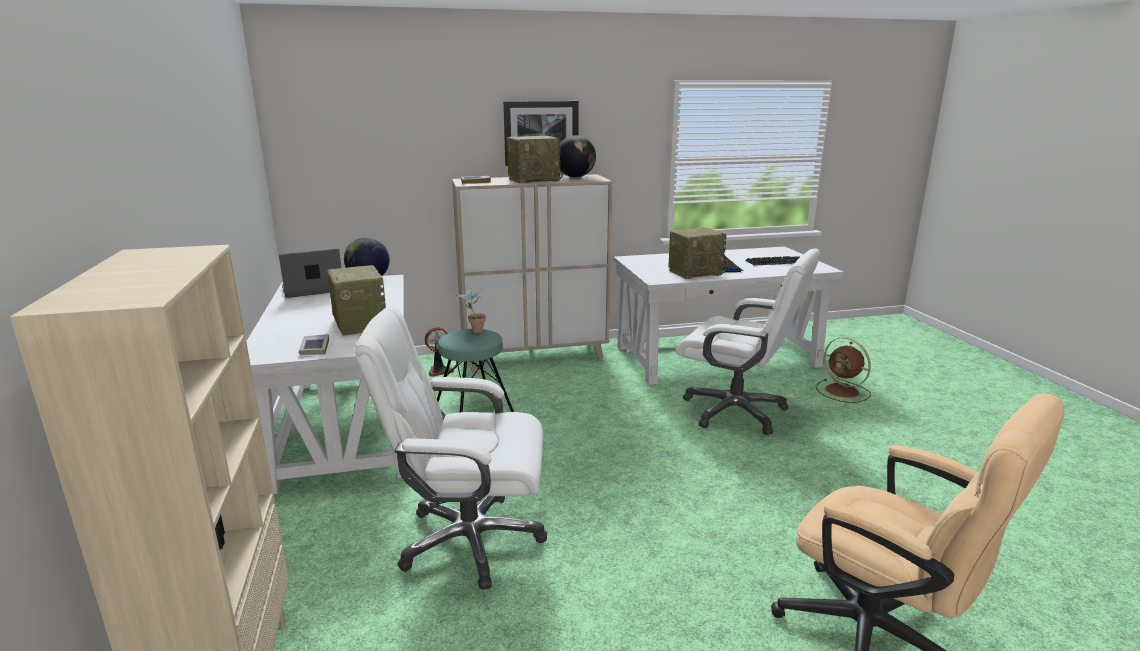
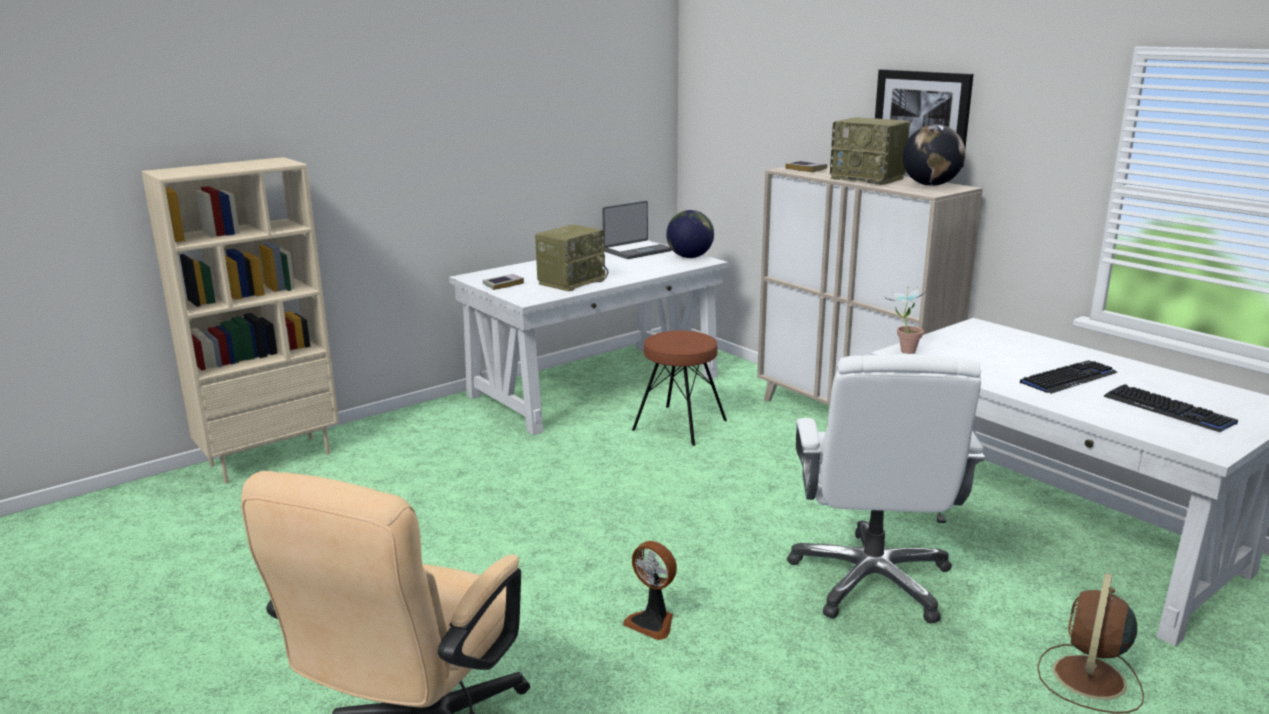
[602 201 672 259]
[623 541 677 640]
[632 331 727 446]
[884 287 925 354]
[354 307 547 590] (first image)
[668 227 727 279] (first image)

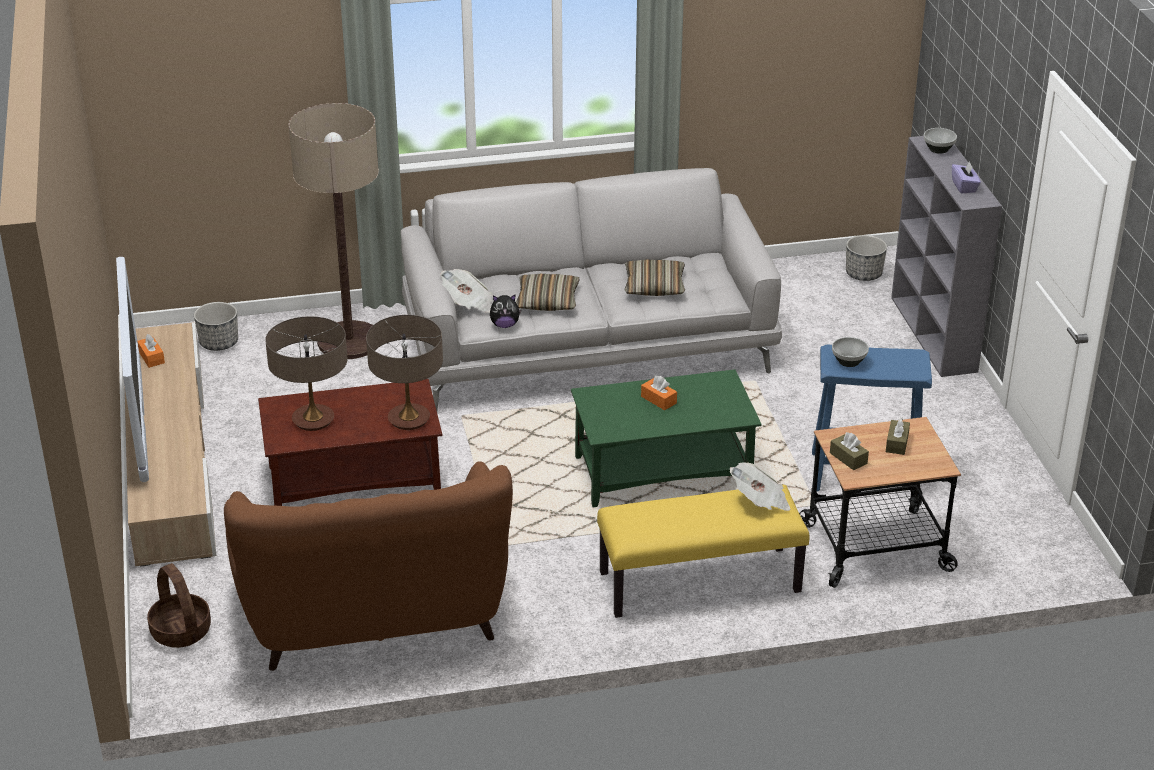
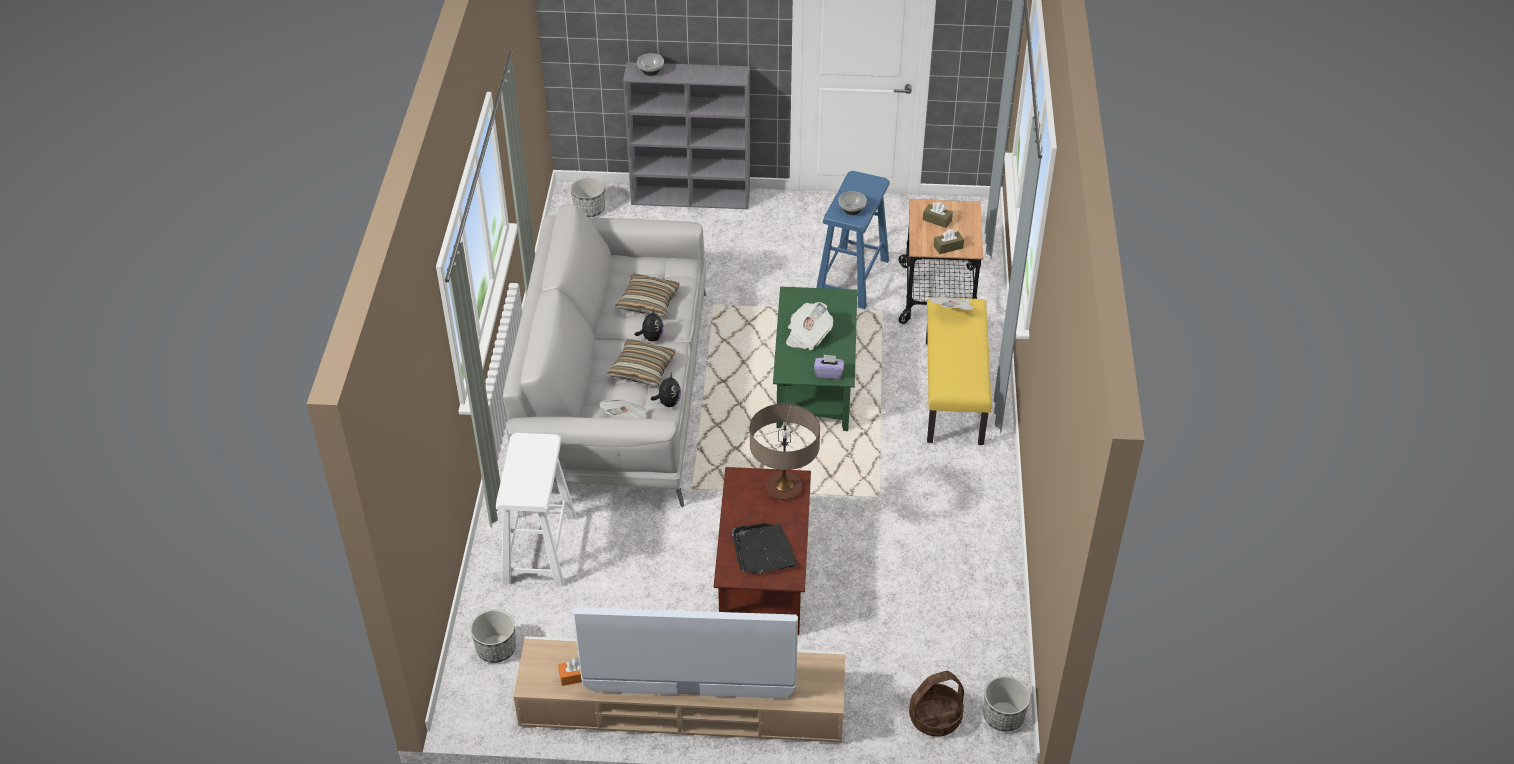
[496 433 576 587]
[635 309 664 342]
[732 524 798 573]
[786 302 833 350]
[814 355 844 379]
[983 676 1030 732]
[224 462 513 671] (first image)

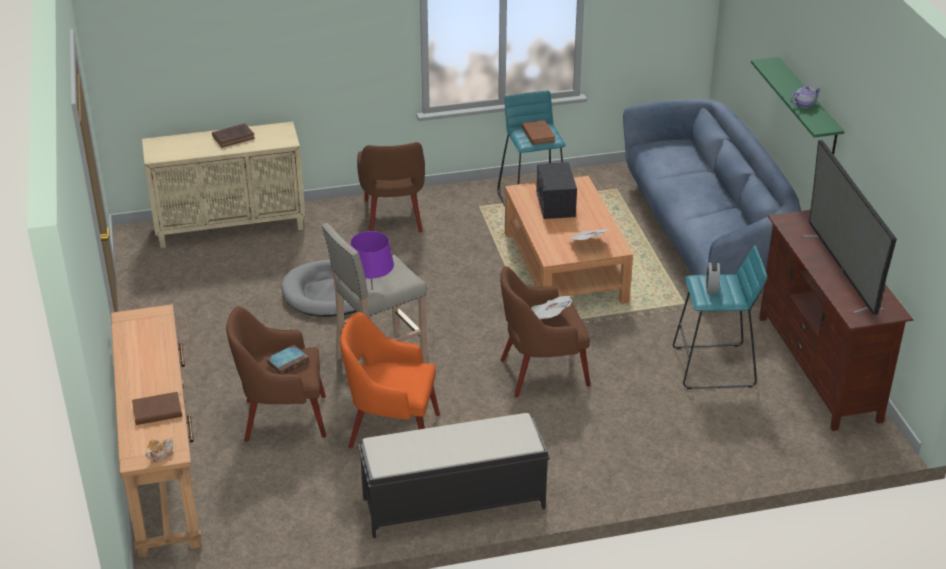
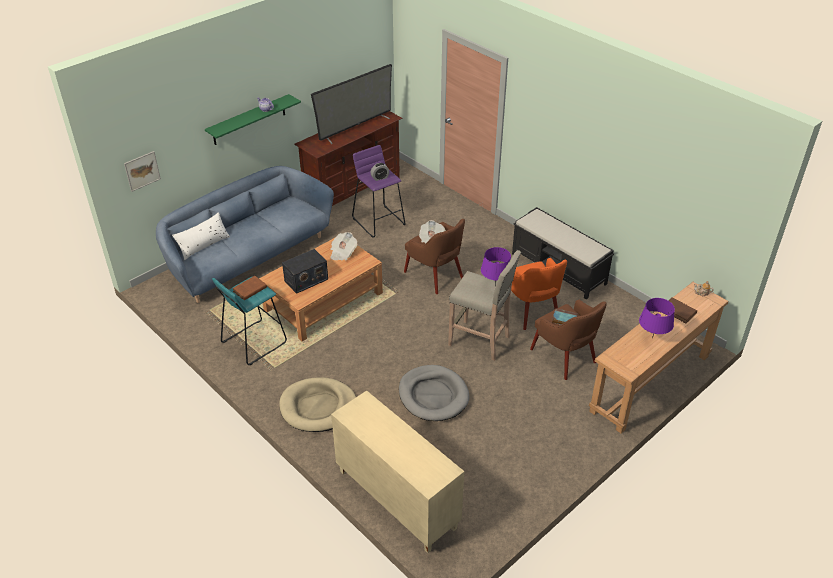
[124 151 161 192]
[172 212 230 260]
[279 377 356 432]
[352 145 406 238]
[639 298 675 339]
[212 123 255 148] (first image)

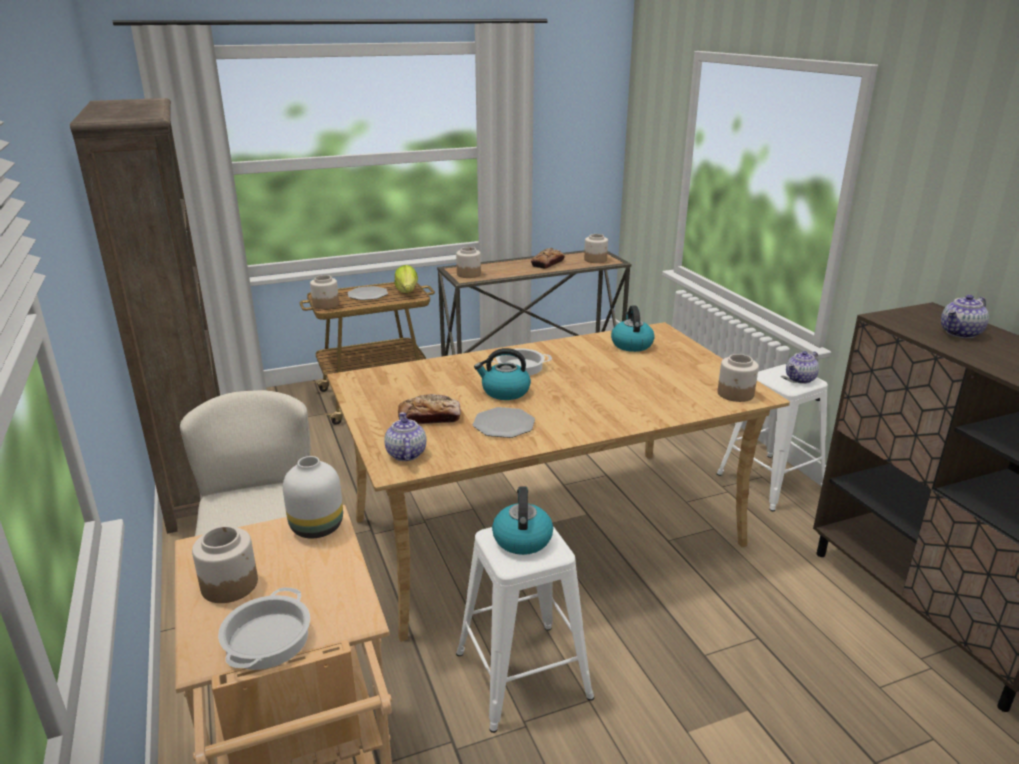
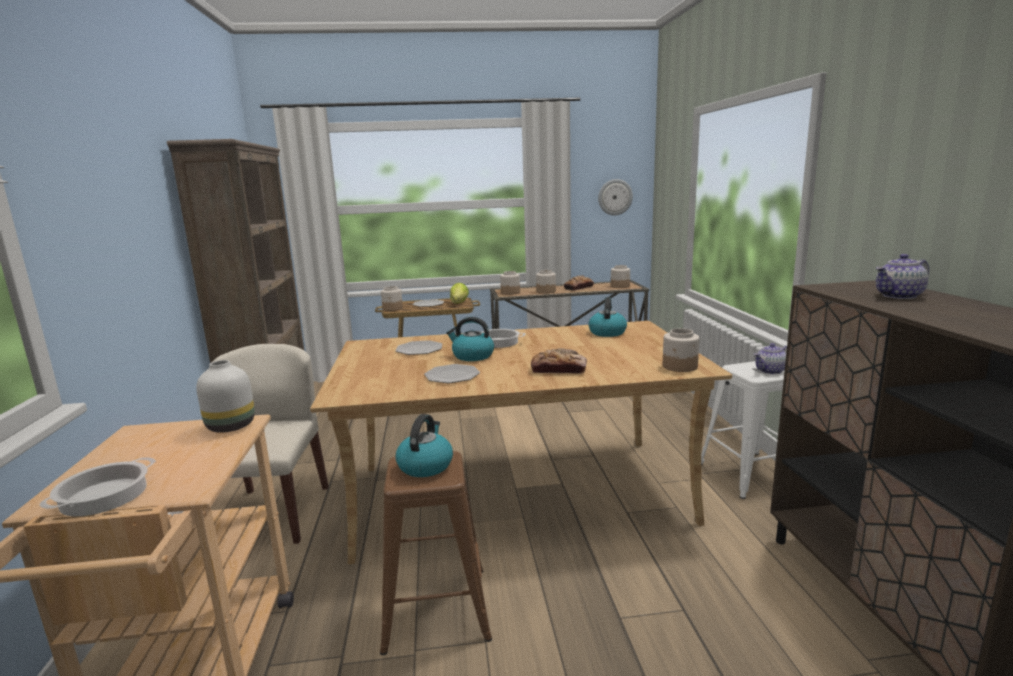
[380 451 492 655]
[396 340 442 355]
[531 348 587 374]
[536 270 556 294]
[598 179 633 216]
[384 412 426 461] (first image)

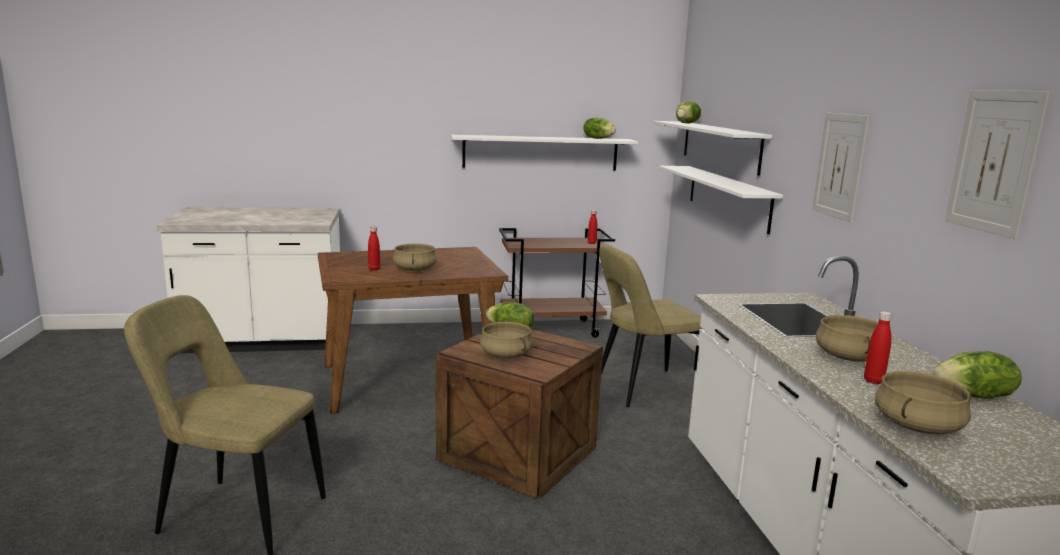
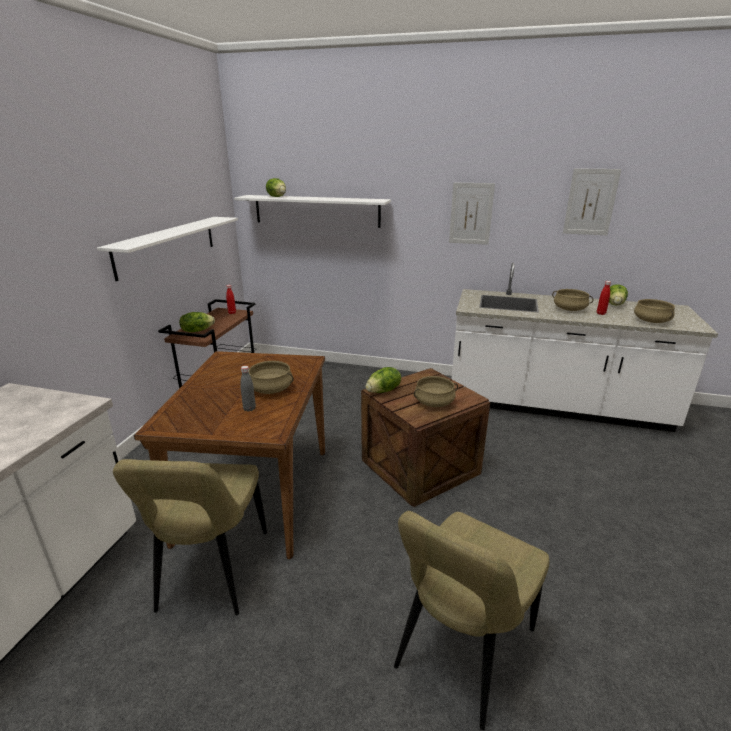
[113 459 267 615]
[179 312 215 332]
[240 366 256 412]
[659 166 783 234] (first image)

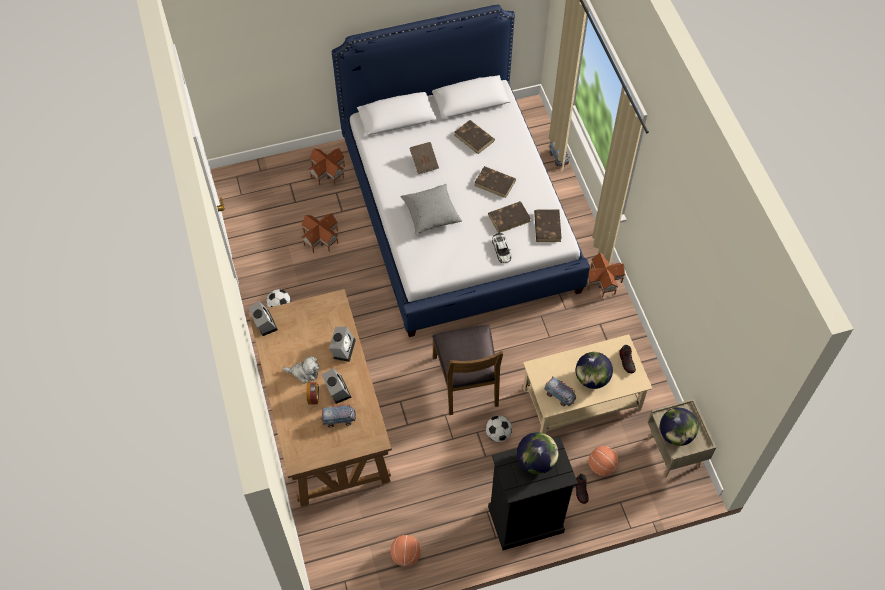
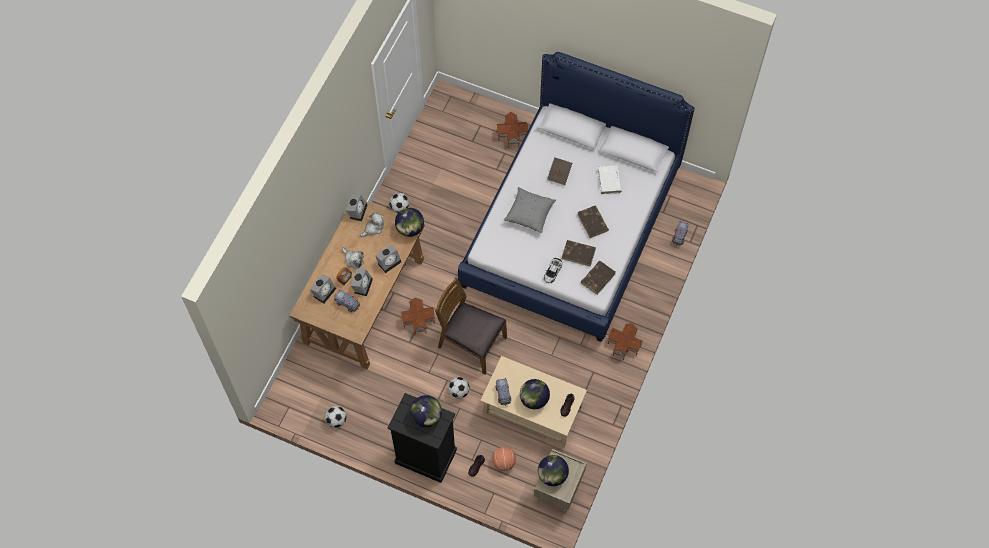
[310 274 336 303]
[325 406 346 428]
[360 212 384 237]
[395 208 424 237]
[401 297 435 335]
[435 277 507 375]
[598 165 622 194]

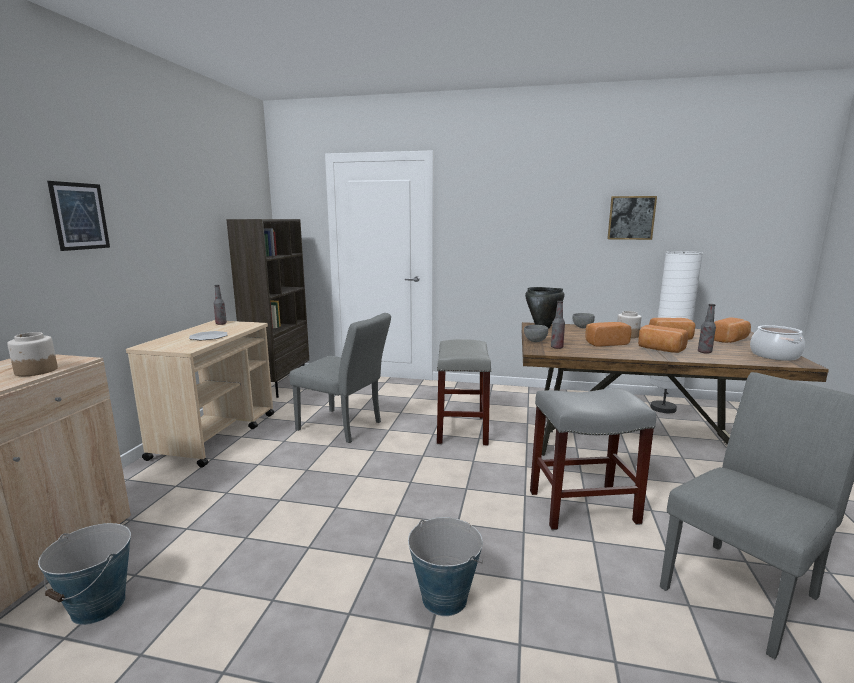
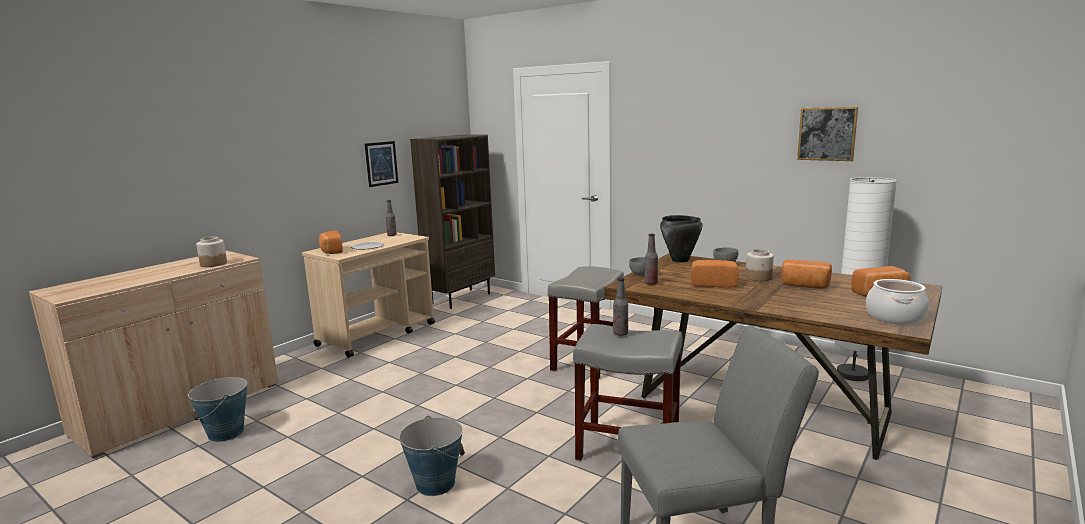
[319 231 343 254]
[365 141 398 187]
[613 277 628 336]
[290 313 391 443] (first image)

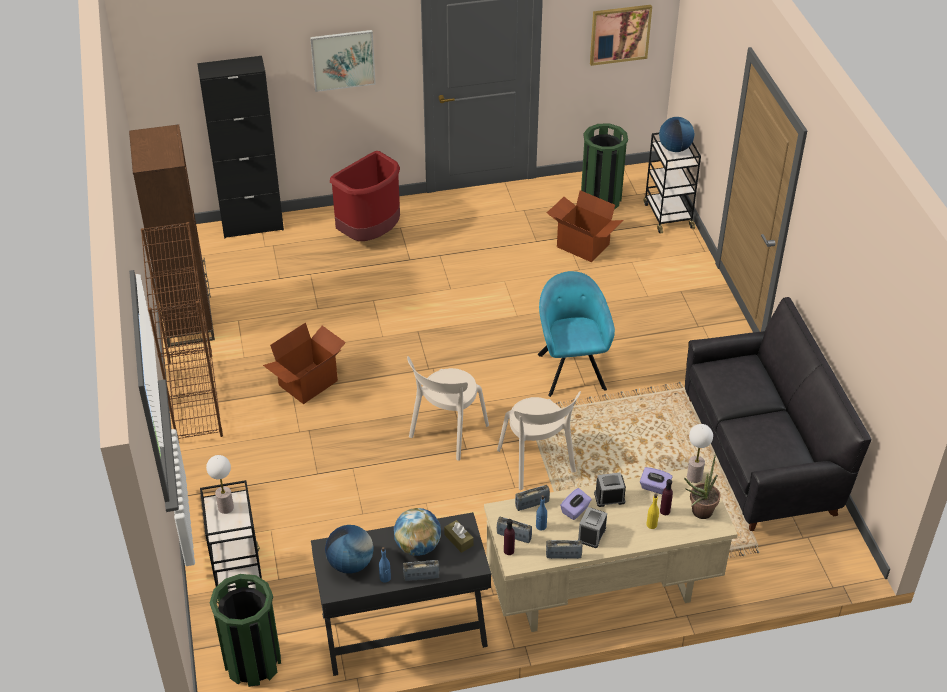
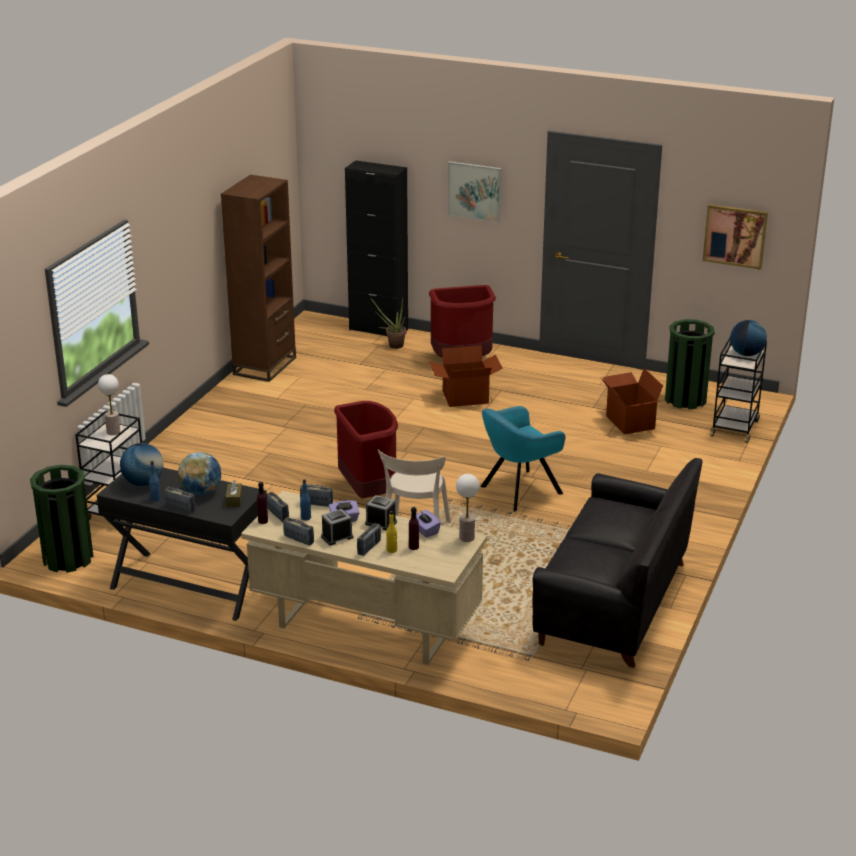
[334 401 398 499]
[357 523 381 556]
[371 297 406 349]
[429 345 502 407]
[480 406 566 512]
[141 222 223 441] (first image)

